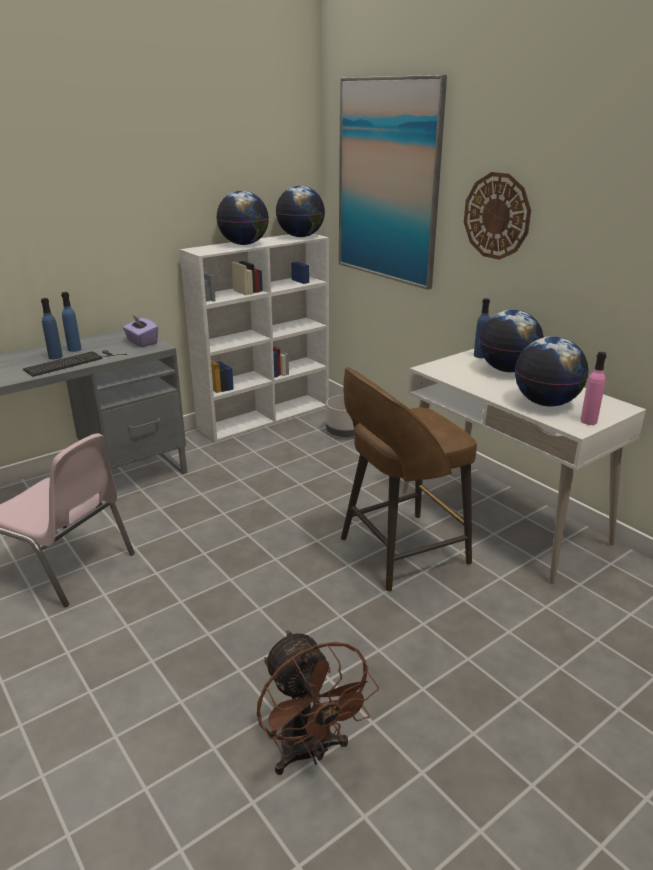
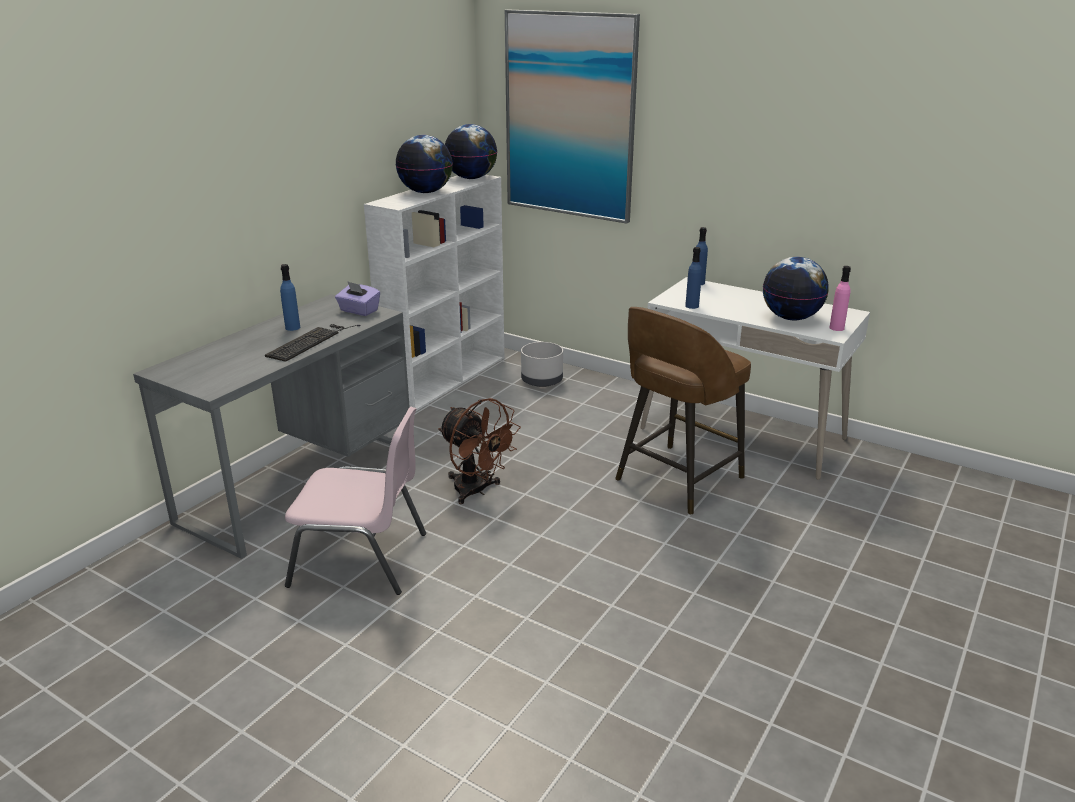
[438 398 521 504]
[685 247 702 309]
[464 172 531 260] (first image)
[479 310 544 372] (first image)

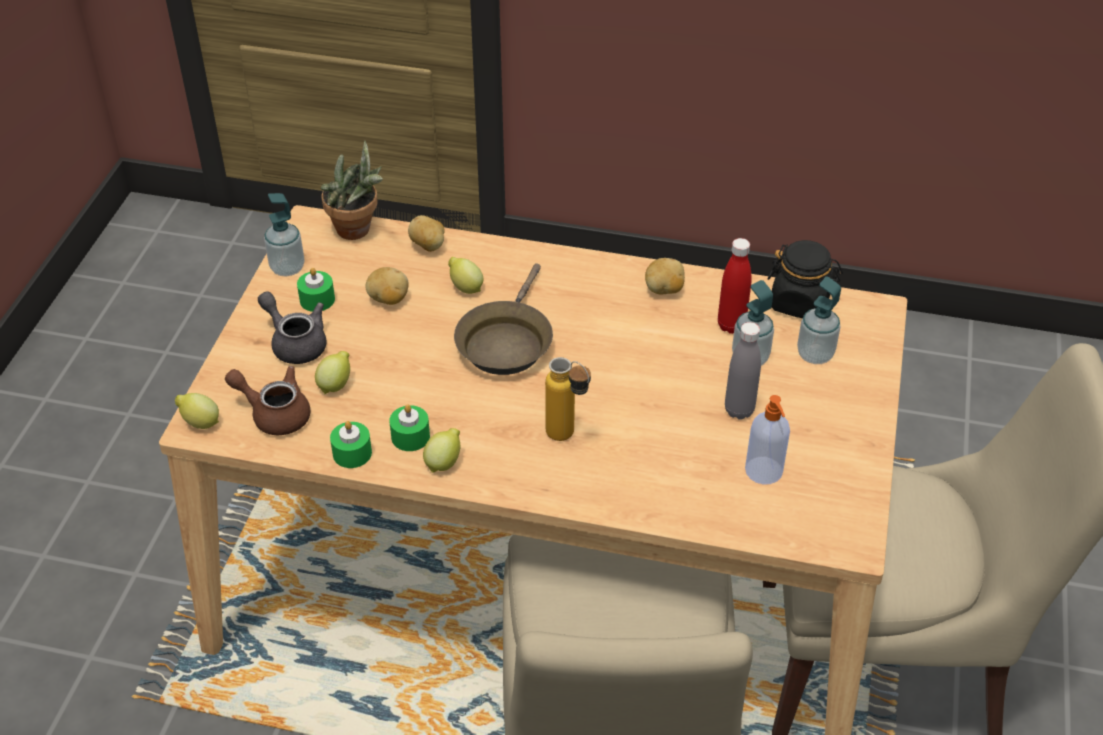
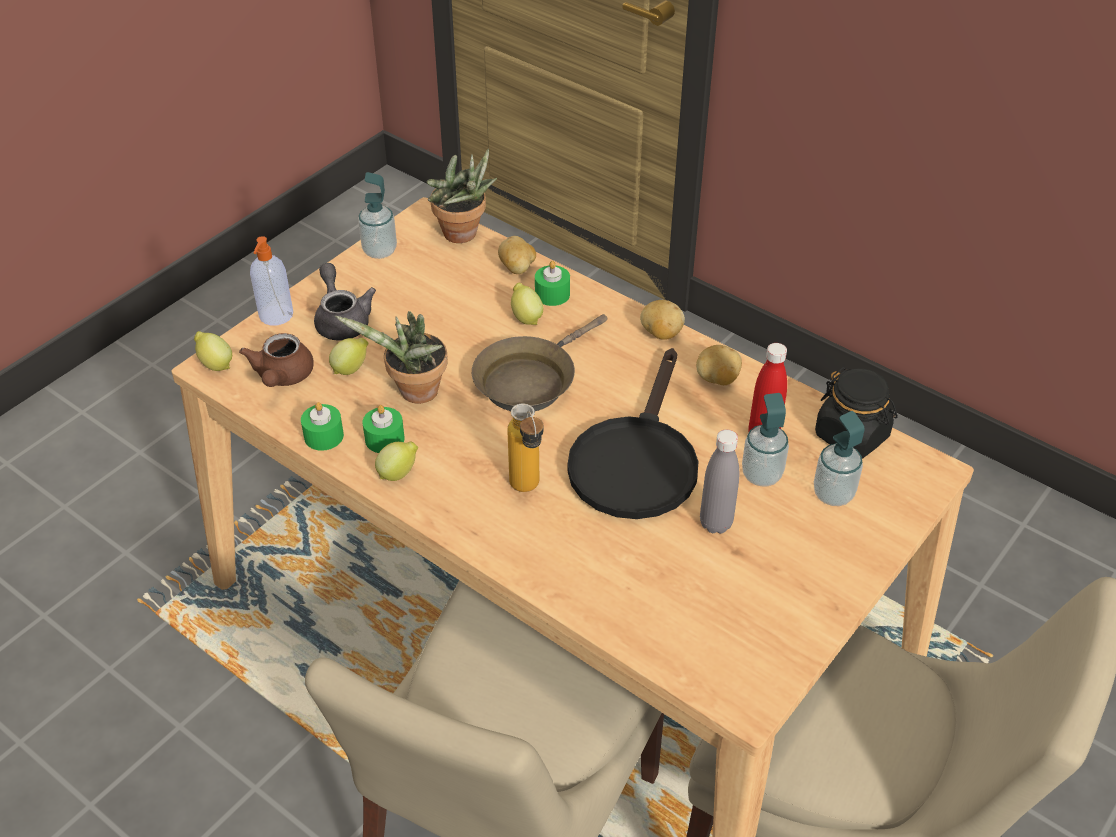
[239 333 314 387]
[250 236 293 326]
[335 311 448 404]
[535 261 570 306]
[567 348 699 519]
[640 300 685 340]

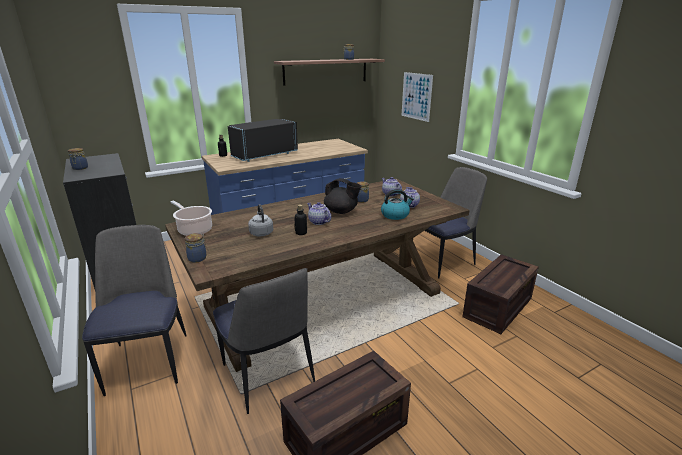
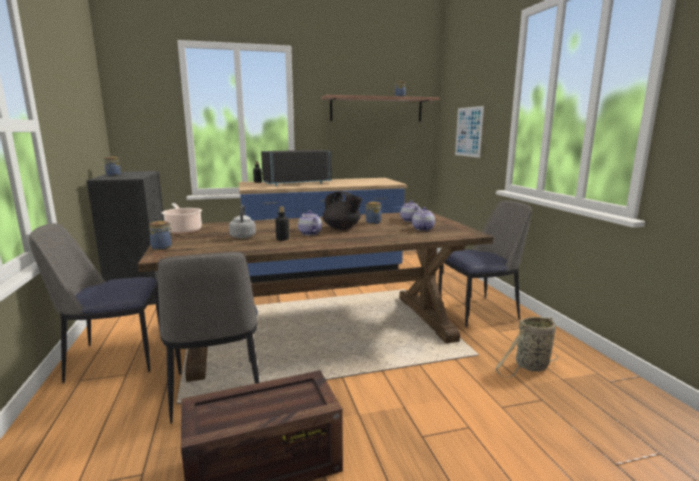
[29 223 161 383]
[495 317 558 378]
[381 189 414 220] (first image)

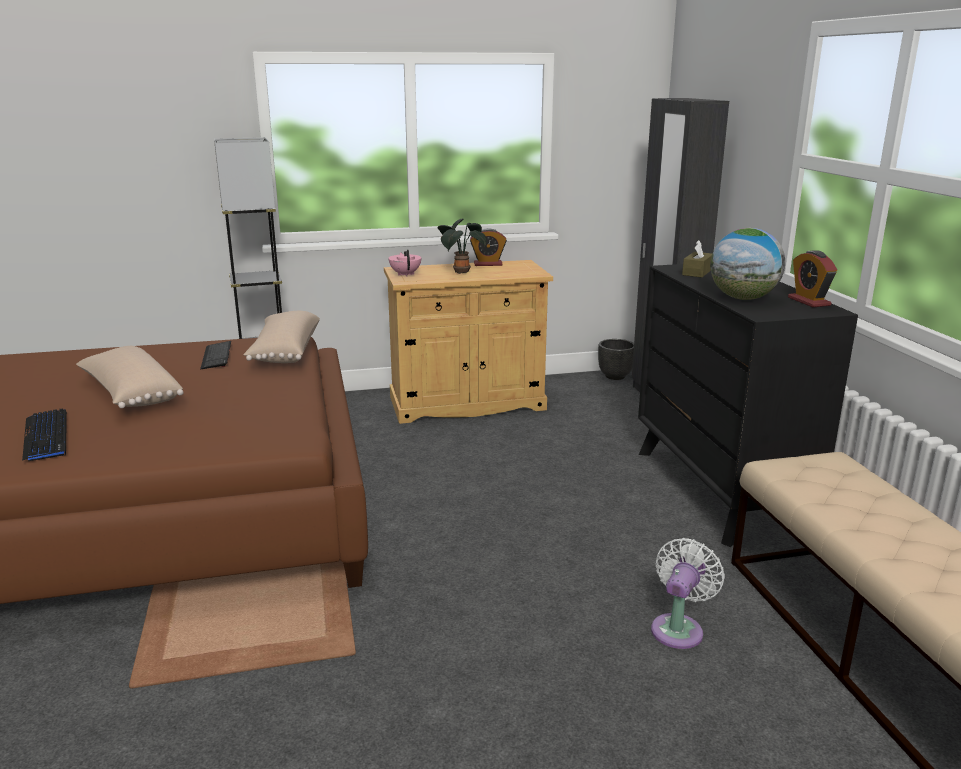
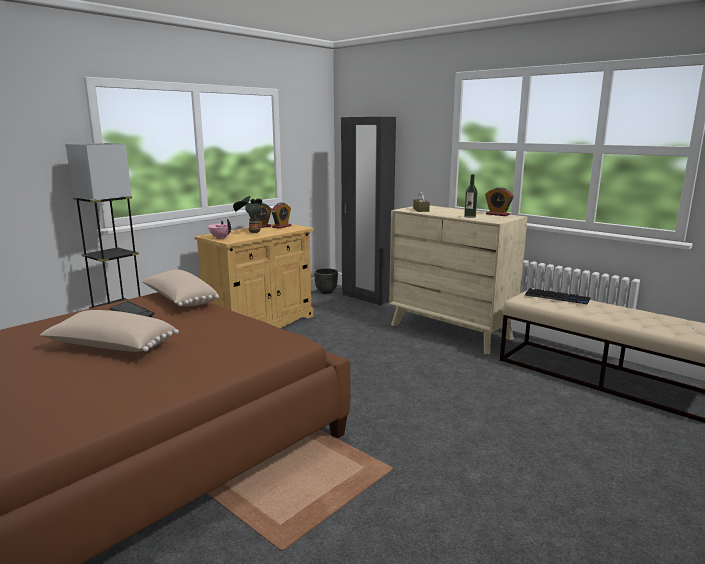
[271 203 291 229]
[389 206 528 354]
[464 174 478 218]
[525 288 591 304]
[651 538 725 649] (first image)

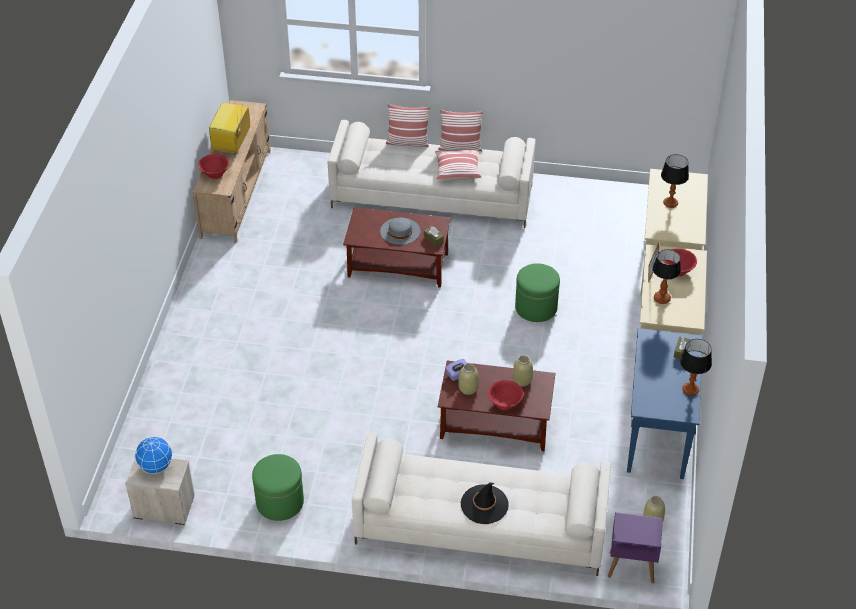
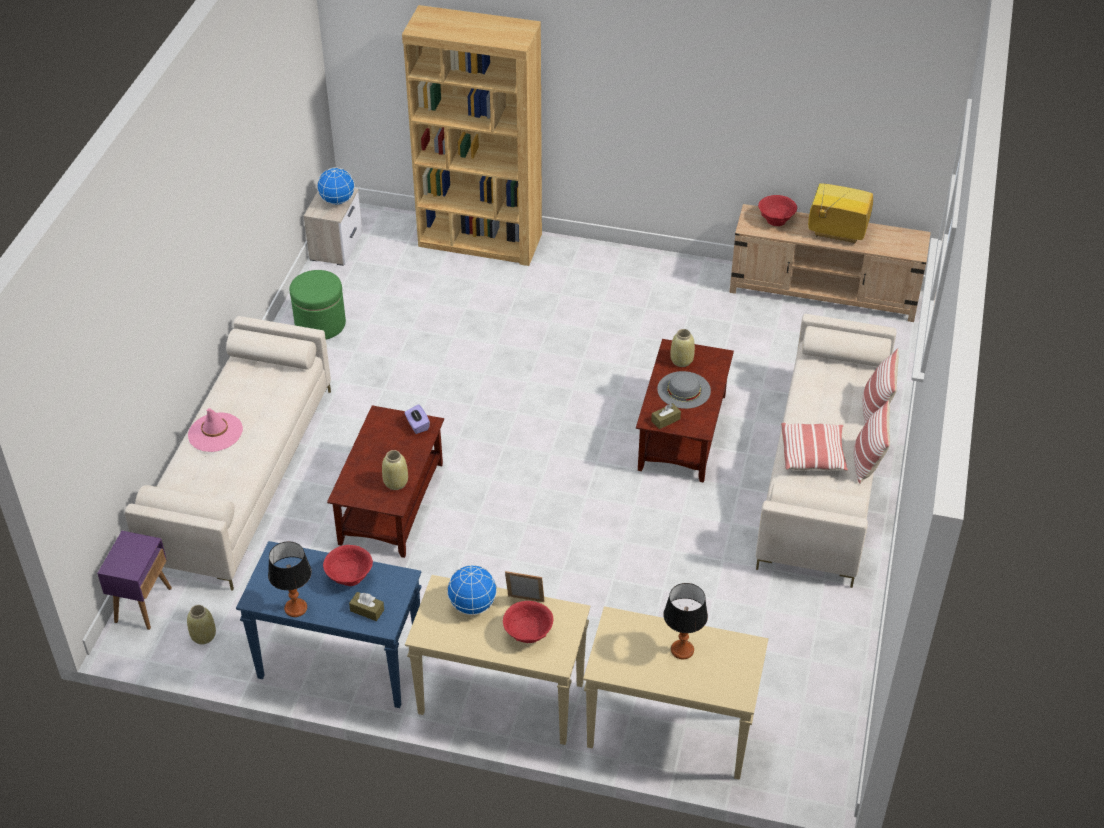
[188 408 243 452]
[323 545 373 586]
[402 5 542 266]
[447 565 497 615]
[670 329 695 367]
[515 263 560 322] (first image)

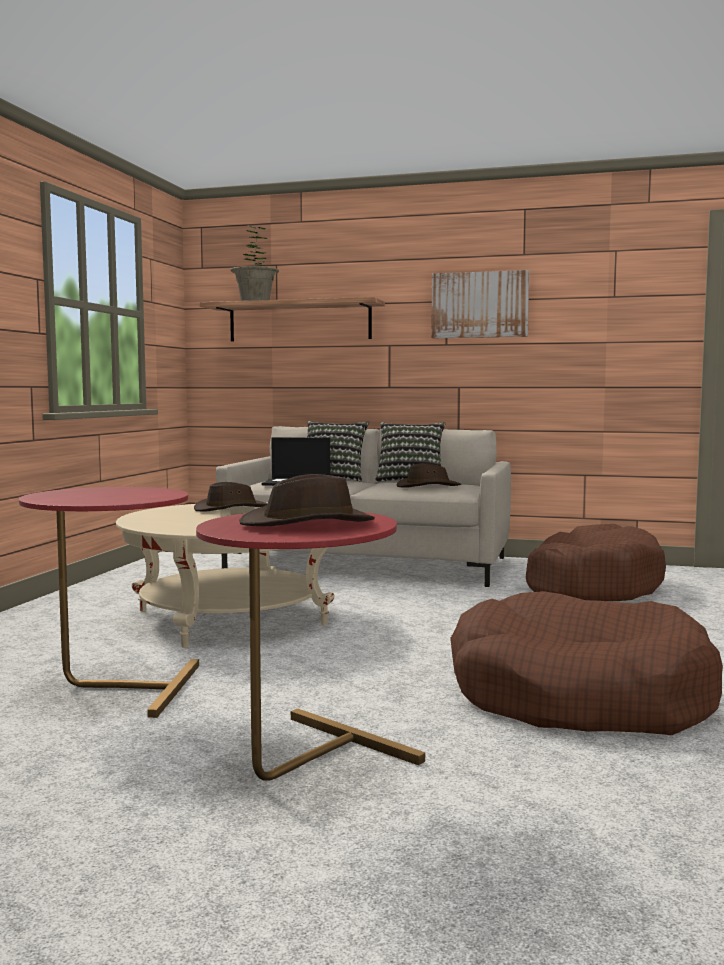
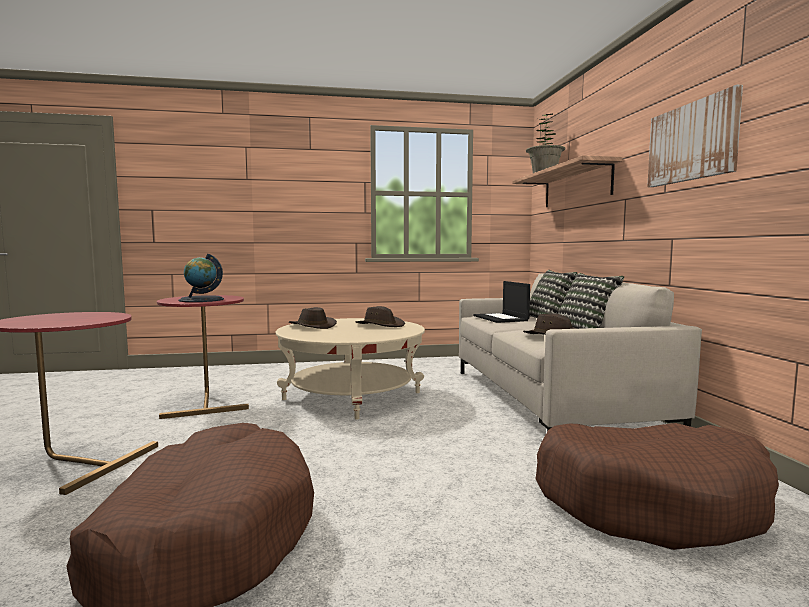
[179 254 224 302]
[289 307 337 329]

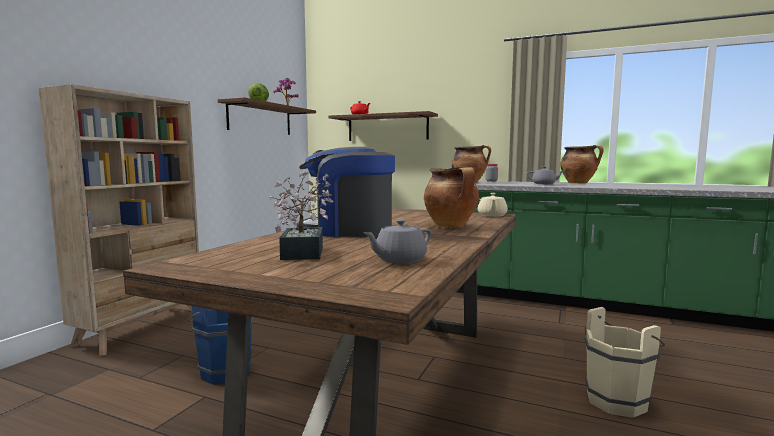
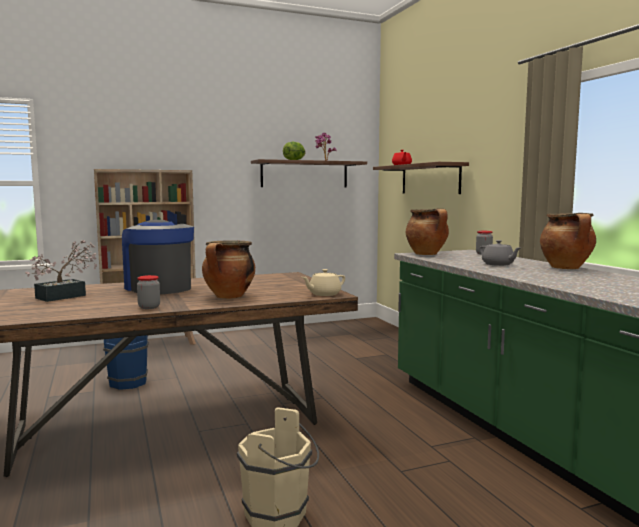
[137 275 160 309]
[364 219 431 264] (first image)

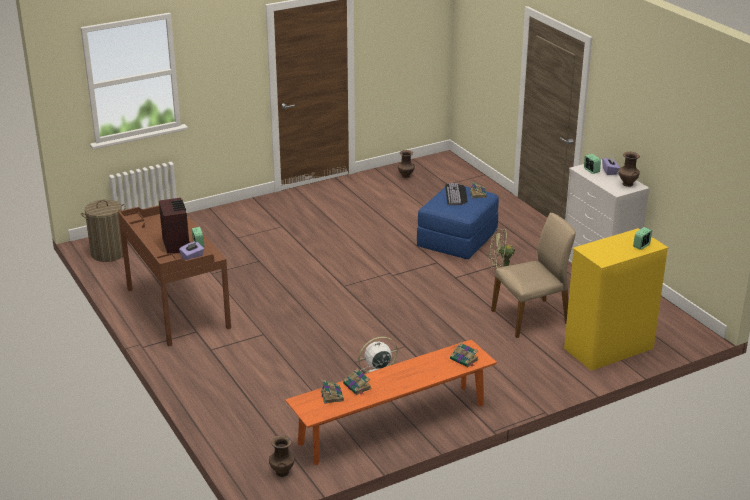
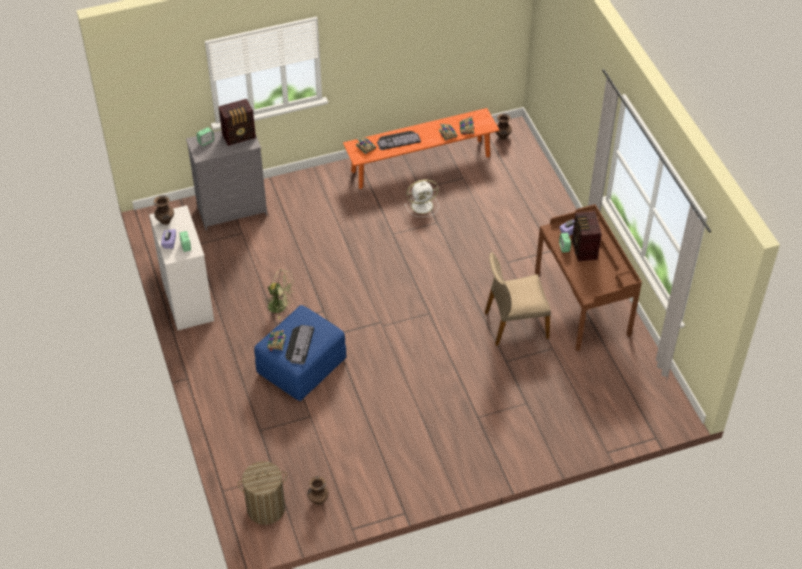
[186 130 267 230]
[218 99 256 146]
[238 461 287 525]
[377 131 421 150]
[485 252 551 346]

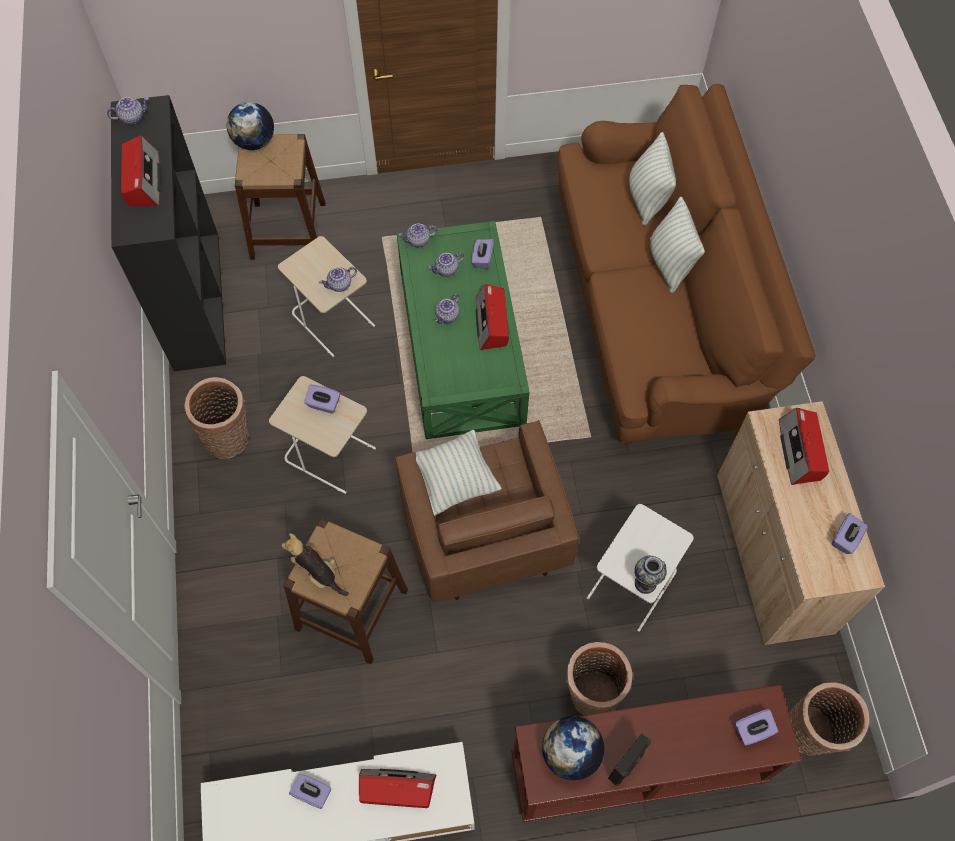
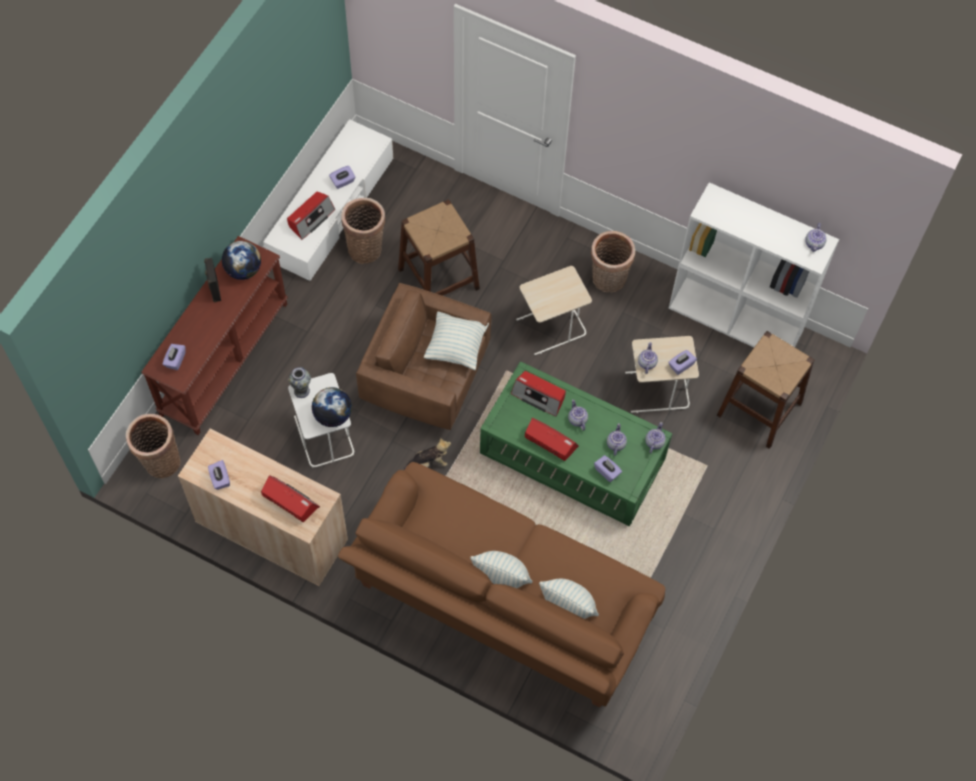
[312 387 352 427]
[341 198 385 264]
[404 438 451 470]
[511 371 566 417]
[668 350 697 375]
[669 182 839 347]

